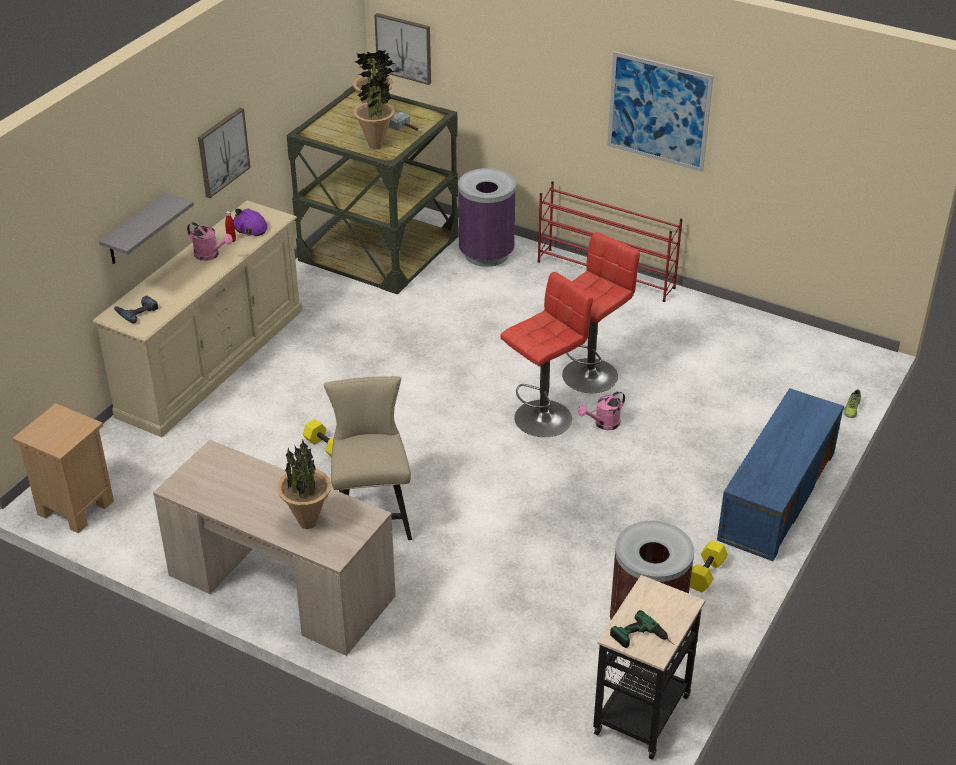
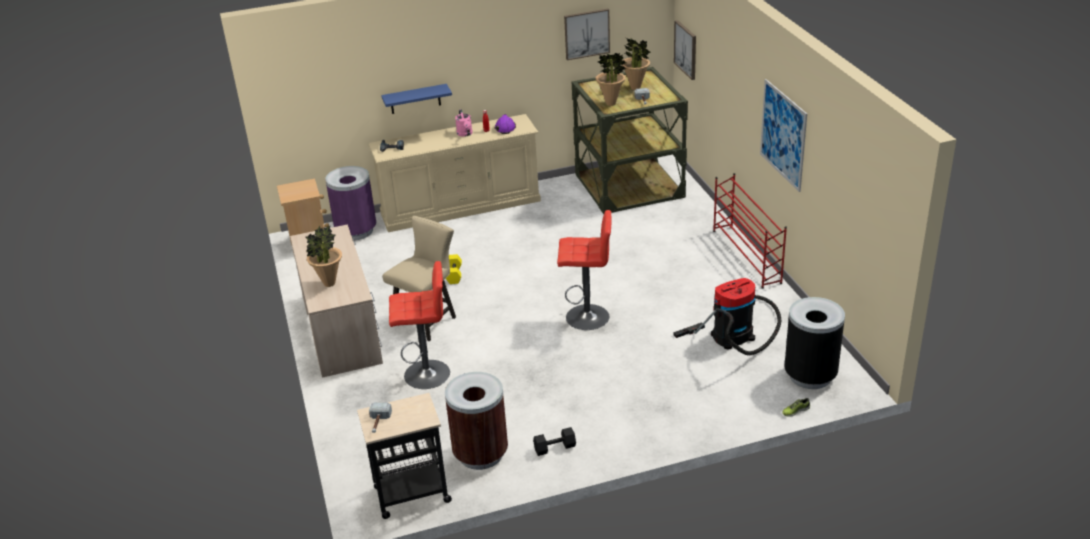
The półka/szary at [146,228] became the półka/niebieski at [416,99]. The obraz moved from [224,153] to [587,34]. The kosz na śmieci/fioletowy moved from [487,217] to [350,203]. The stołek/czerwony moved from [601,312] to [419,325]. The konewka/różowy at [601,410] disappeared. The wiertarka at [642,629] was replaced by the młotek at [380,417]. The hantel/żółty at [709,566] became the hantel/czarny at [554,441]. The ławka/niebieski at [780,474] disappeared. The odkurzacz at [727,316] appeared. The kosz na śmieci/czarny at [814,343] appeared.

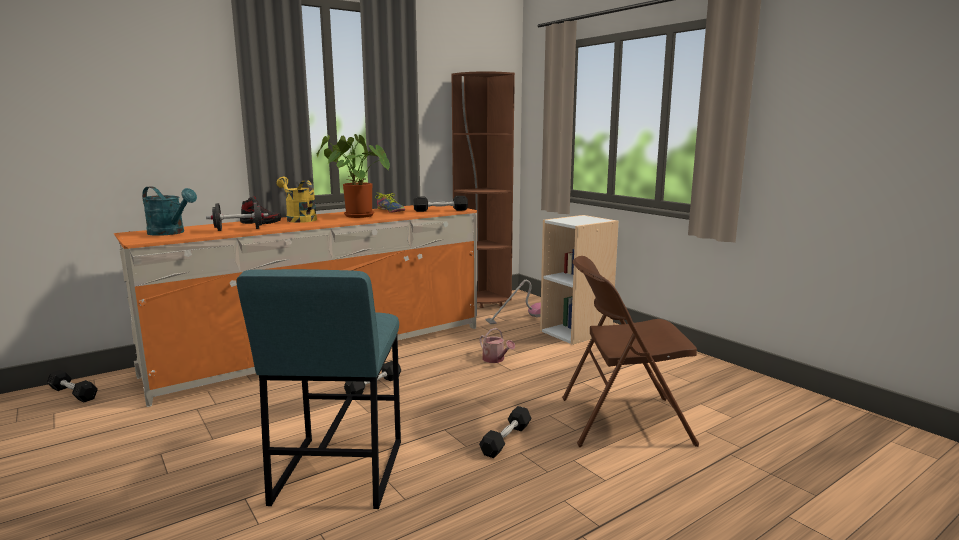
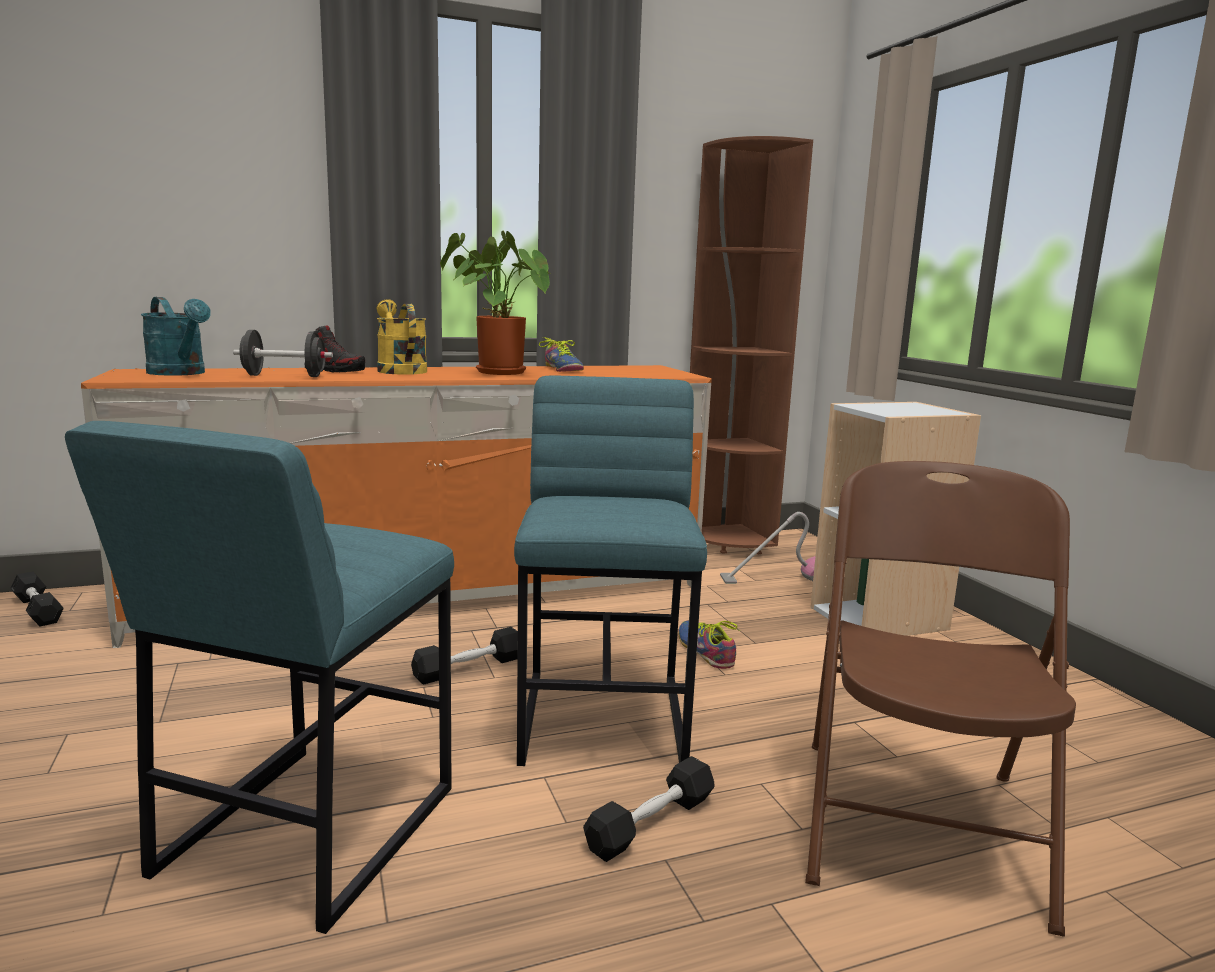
The hantel/czarny at [440,204] disappeared. The konewka at [497,345] was replaced by the but at [709,644]. The krzesło/brązowy at [630,351] turned 90 degrees clockwise. The stołek/niebieski at [610,571] appeared.

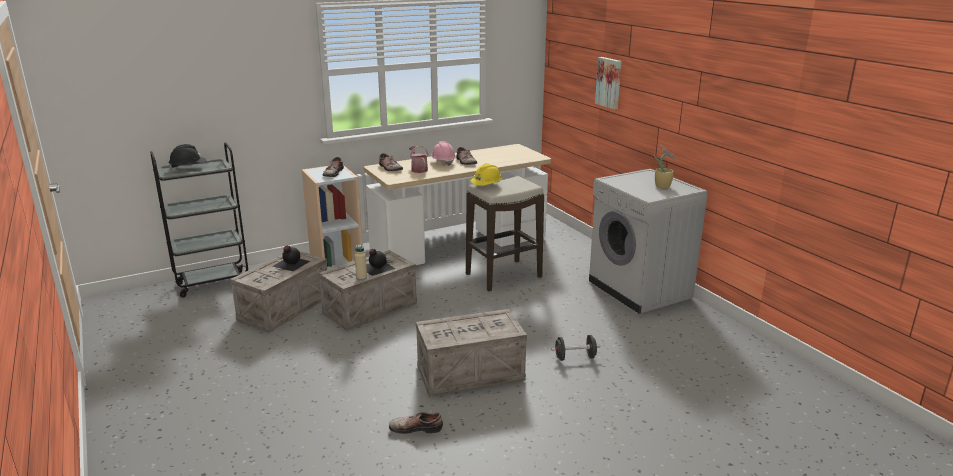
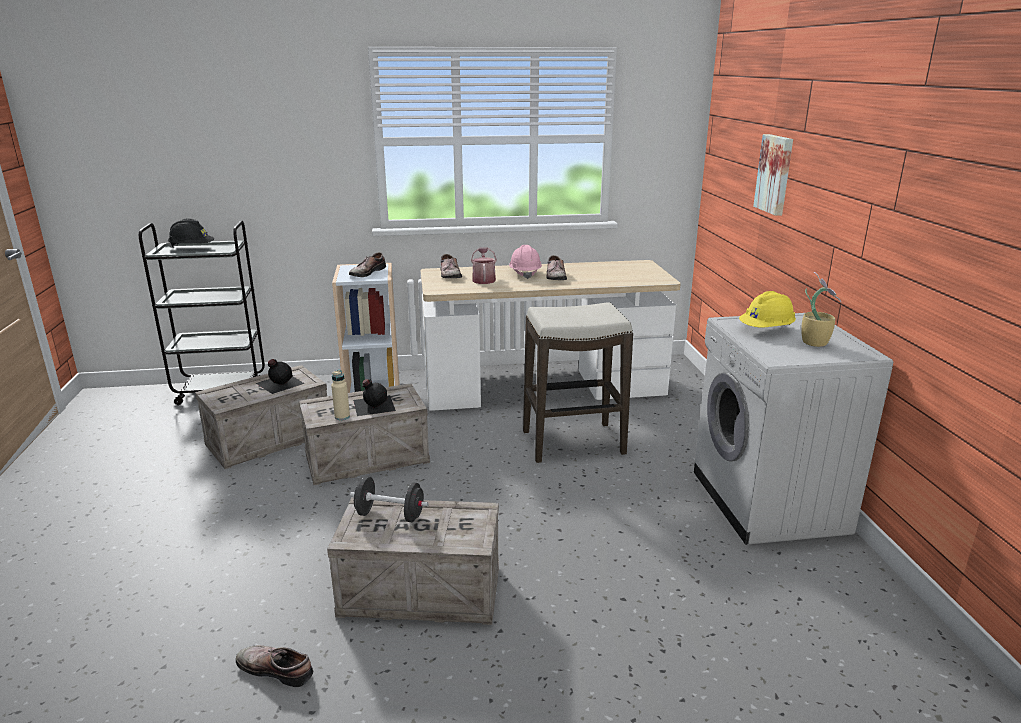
The kask/żółty moved from [486,174] to [767,309]. The hantel/czarny moved from [575,348] to [389,499].

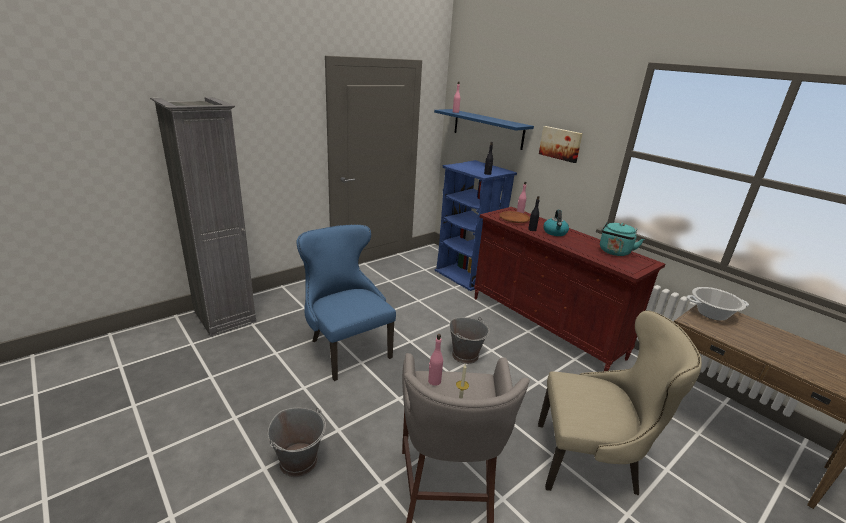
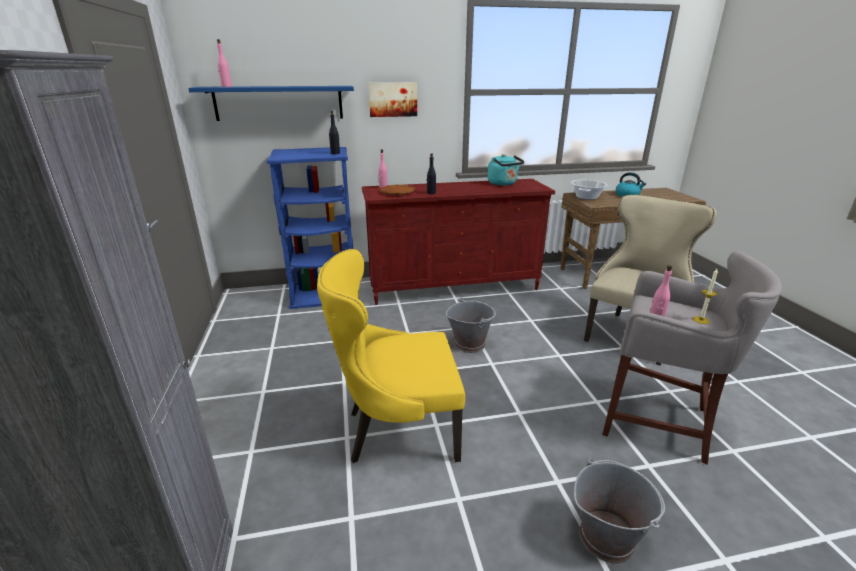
The krzesło/niebieski at [346,303] became the krzesło/żółty at [391,356]. The czajnik moved from [556,223] to [631,184].

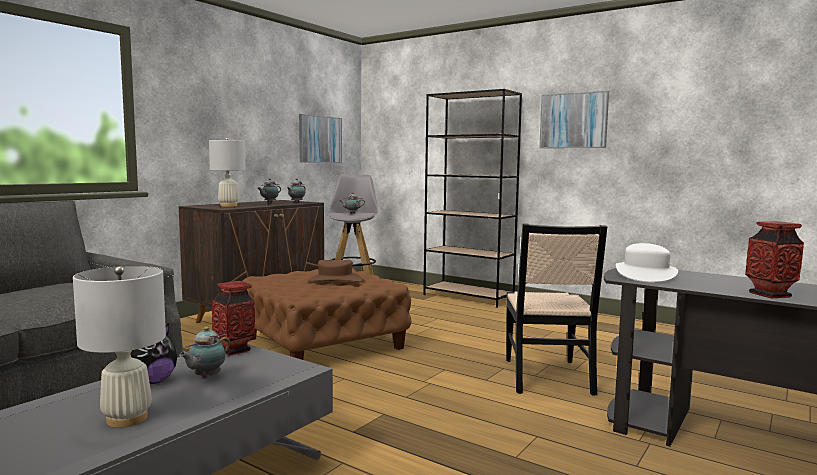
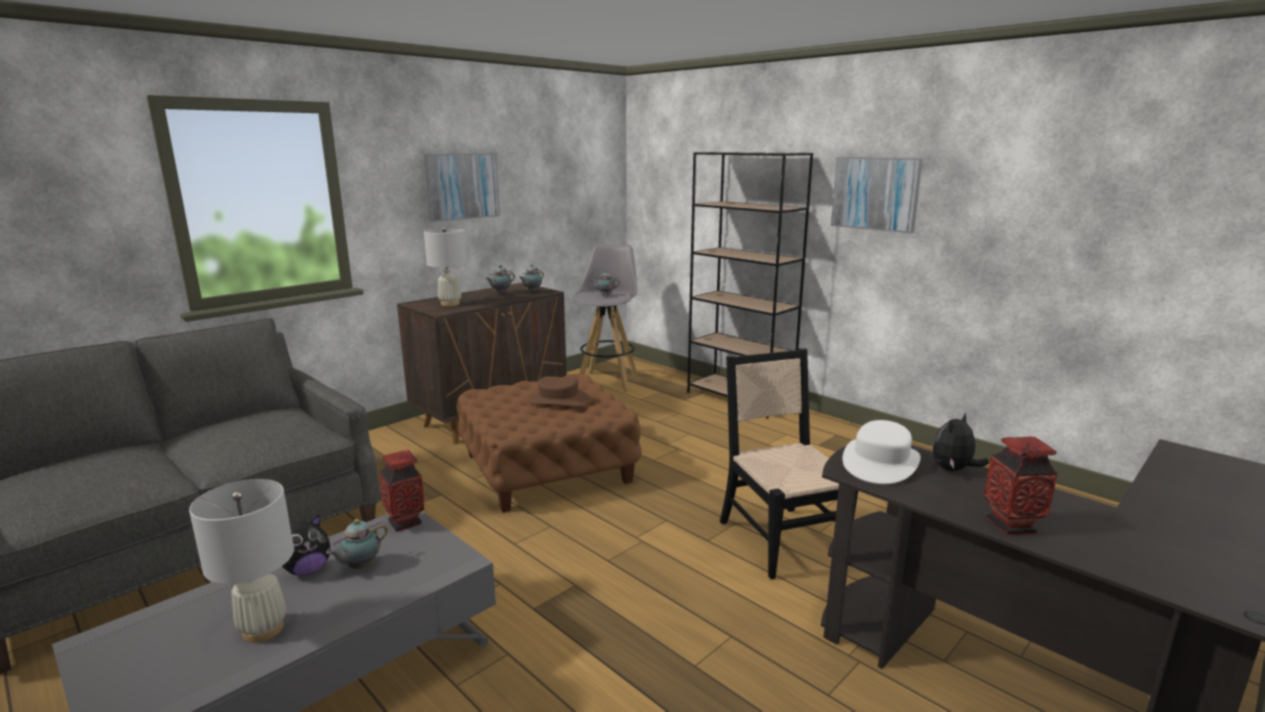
The obraz moved from [320,138] to [462,187]. The krzesło at [556,310] turned 150 degrees clockwise. The pluszak at [961,442] appeared.

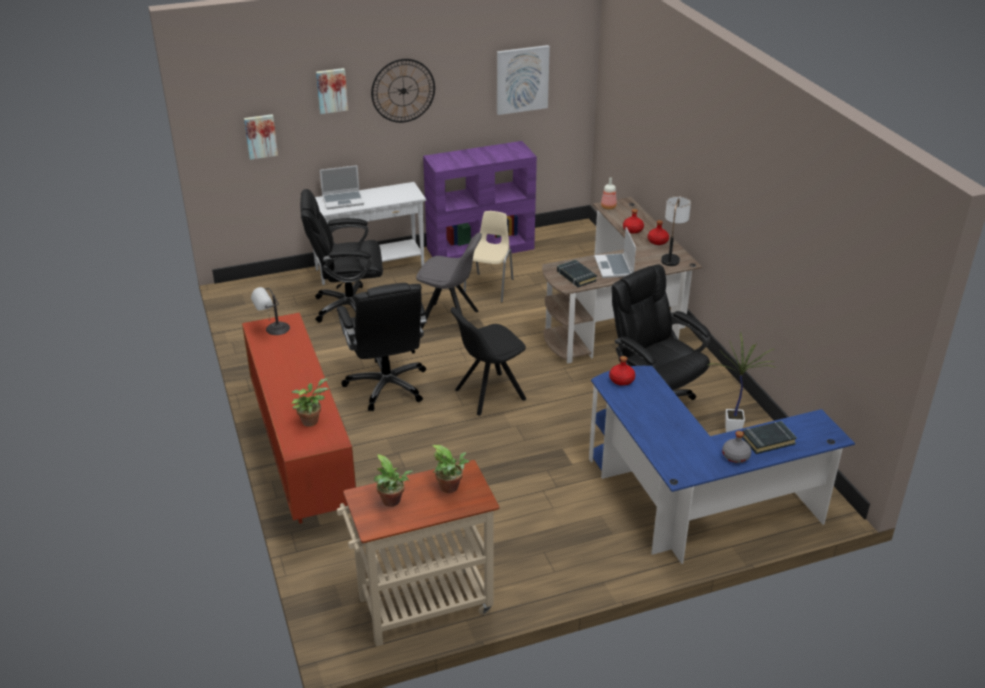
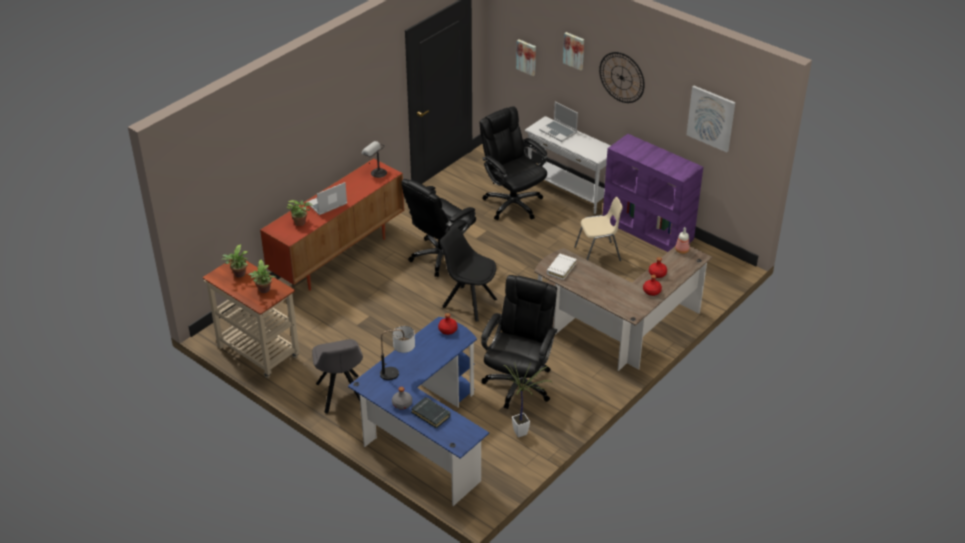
The krzesło/szary moved from [449,280] to [337,376]. The książka/czarny at [577,273] became the książka/biały at [562,267]. The laptop moved from [615,252] to [326,198]. The lampa stołowa moved from [676,231] to [397,353].

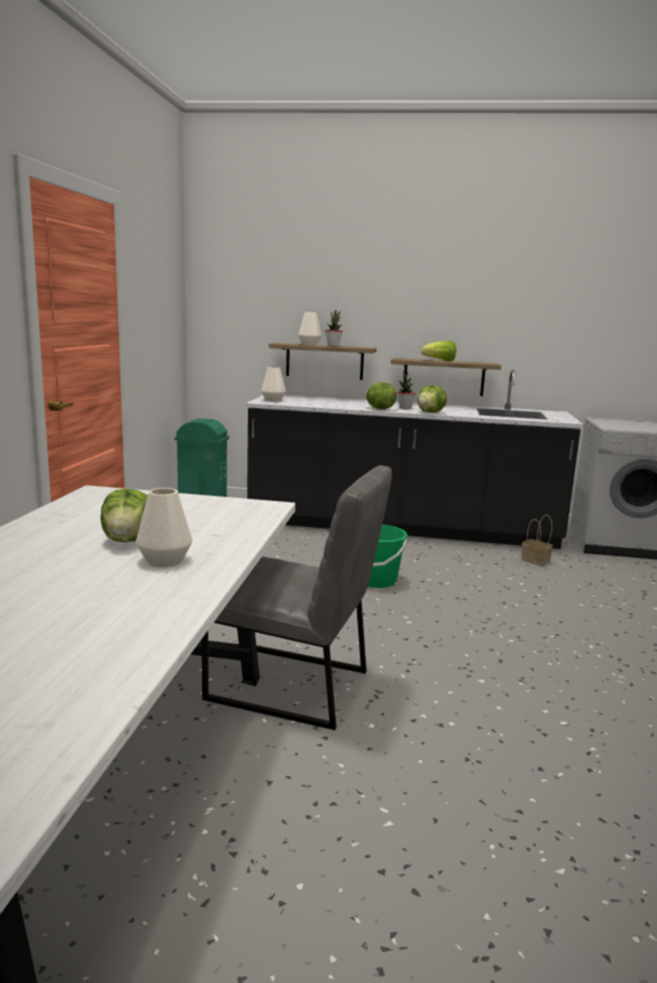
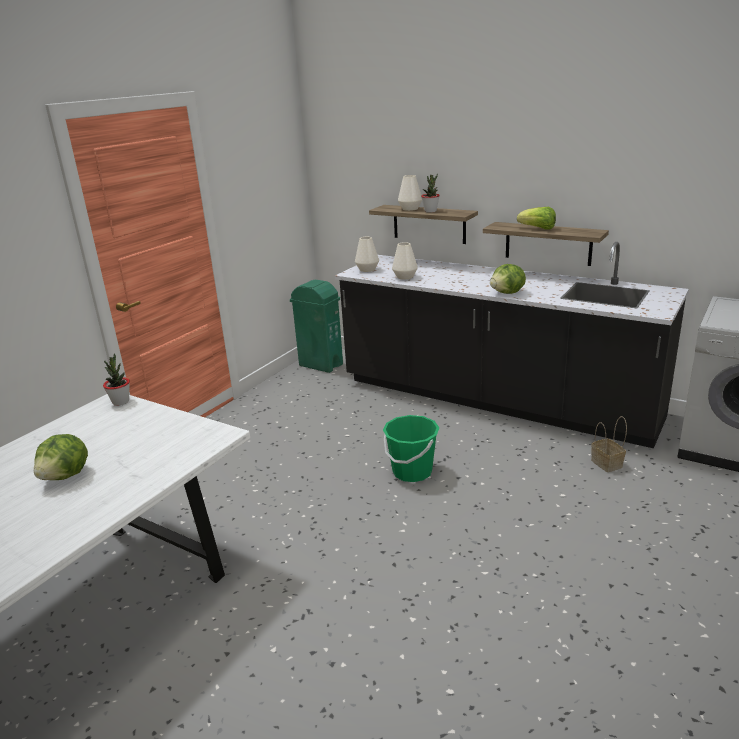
The wazon/biały moved from [164,527] to [405,260]. The krzesło/szary at [297,597] disappeared. The sałata at [381,395] disappeared. The roślina doniczkowa moved from [406,390] to [116,379].

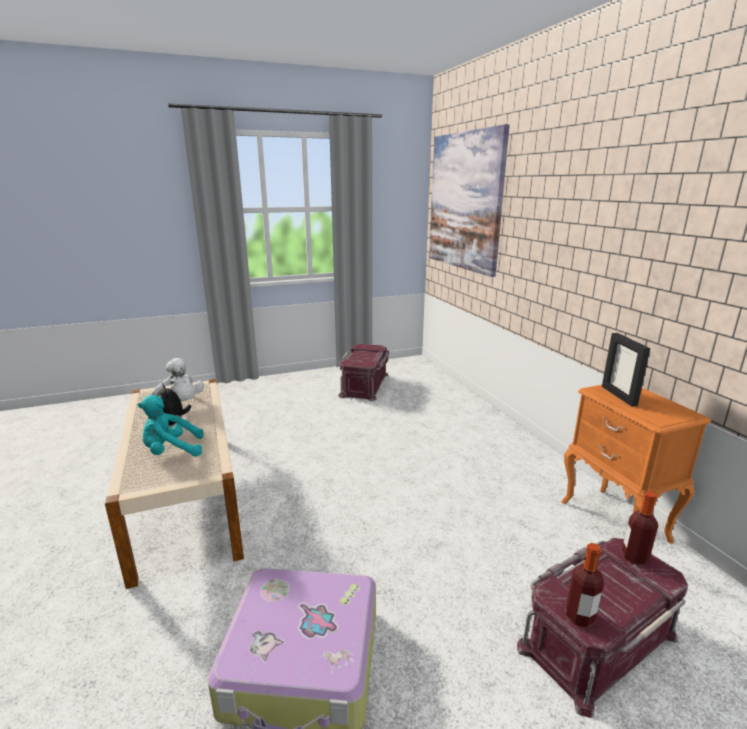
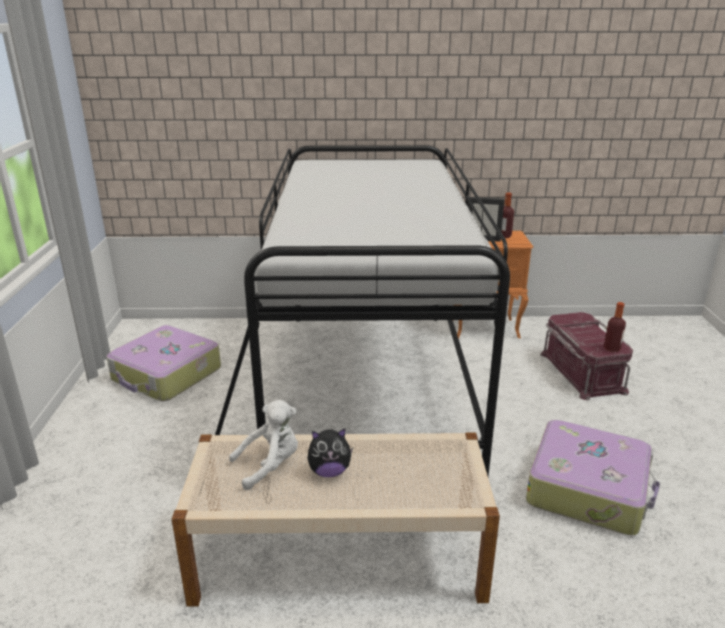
The pluszak/turkusowy at [171,425] disappeared. The pojemnik do przechowywania/czerwony at [363,372] was replaced by the walizka at [163,363]. The obraz at [469,200] disappeared. The butelka moved from [640,528] to [507,215]. The łóżko/czarny at [354,324] appeared.

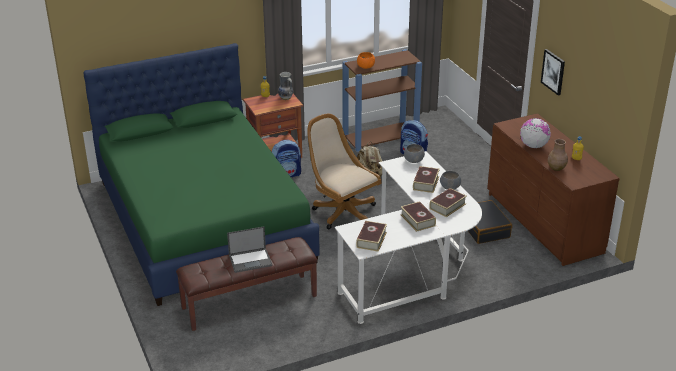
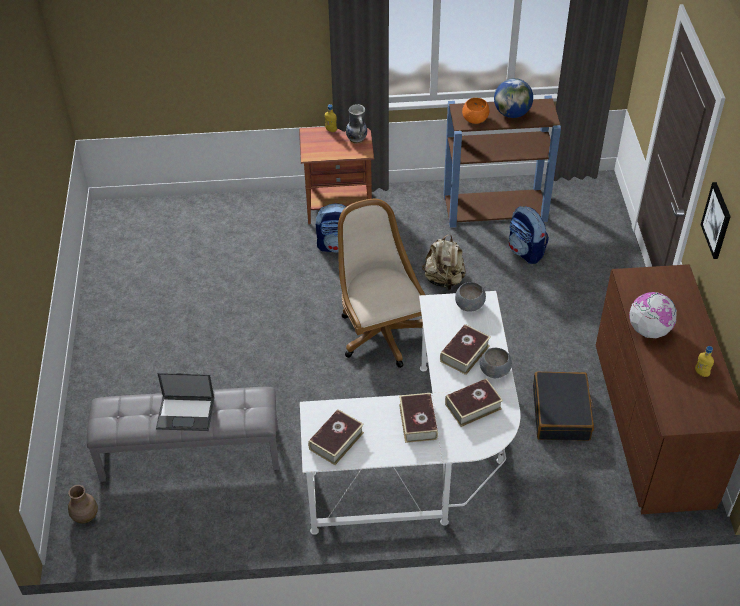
The łóżko/zielony at [201,174] disappeared. The ławka/brązowy at [247,284] became the ławka/szary at [183,434]. The wazon/brązowy moved from [558,155] to [83,504]. The globus at [513,98] appeared.

